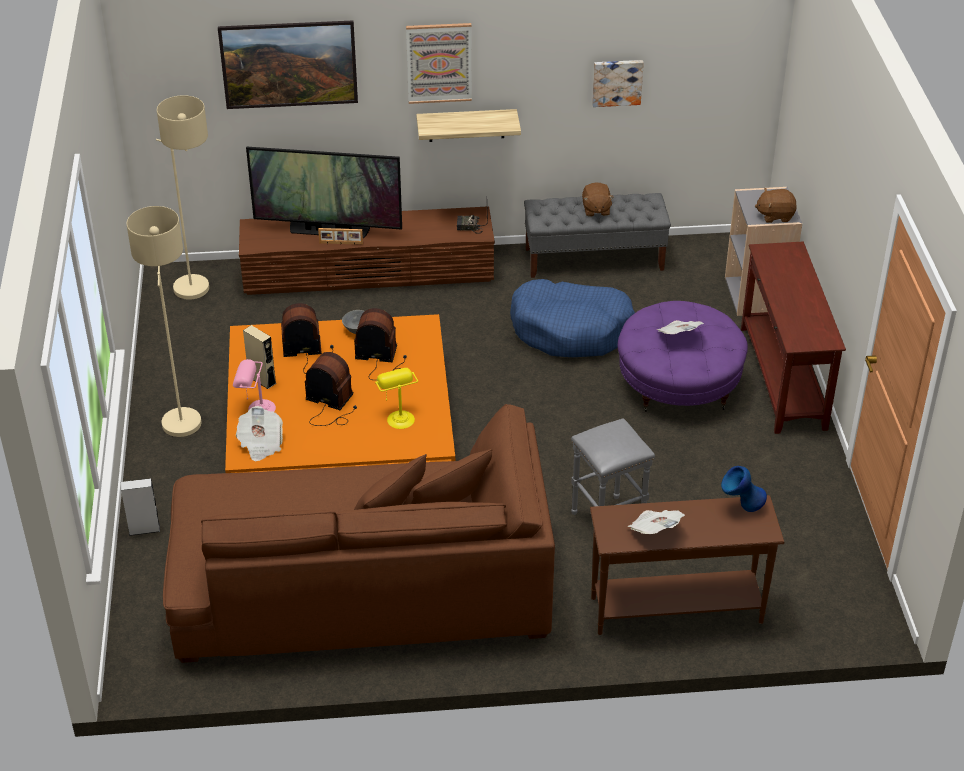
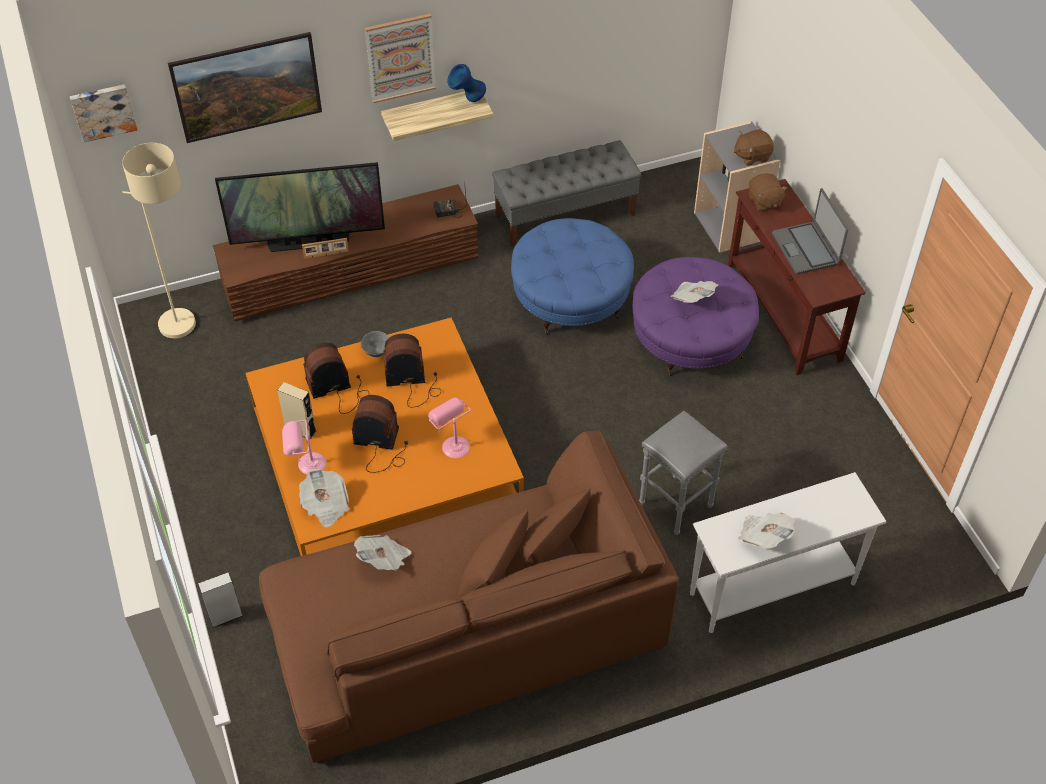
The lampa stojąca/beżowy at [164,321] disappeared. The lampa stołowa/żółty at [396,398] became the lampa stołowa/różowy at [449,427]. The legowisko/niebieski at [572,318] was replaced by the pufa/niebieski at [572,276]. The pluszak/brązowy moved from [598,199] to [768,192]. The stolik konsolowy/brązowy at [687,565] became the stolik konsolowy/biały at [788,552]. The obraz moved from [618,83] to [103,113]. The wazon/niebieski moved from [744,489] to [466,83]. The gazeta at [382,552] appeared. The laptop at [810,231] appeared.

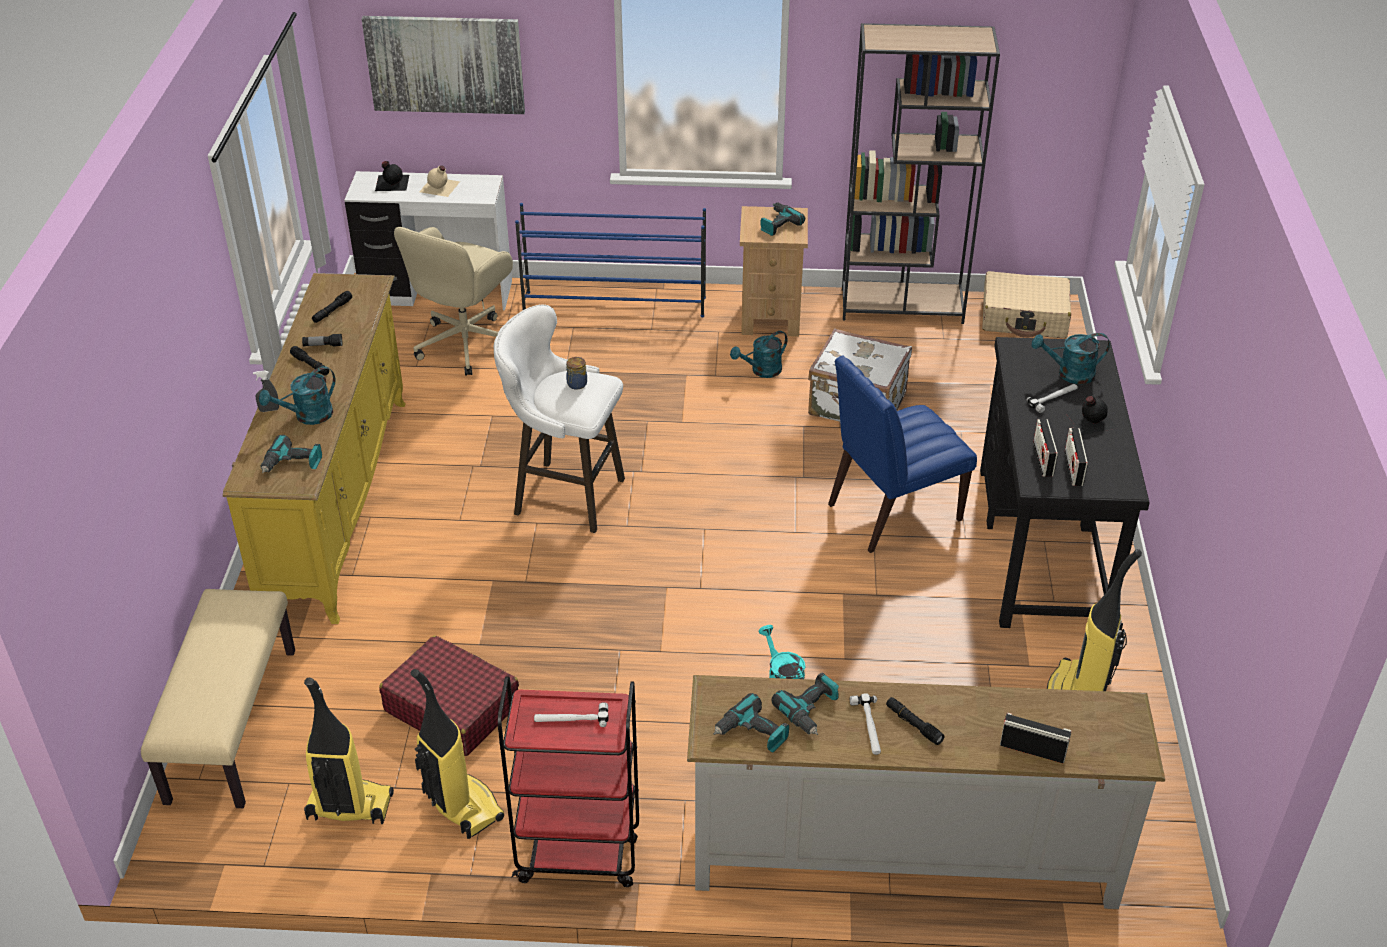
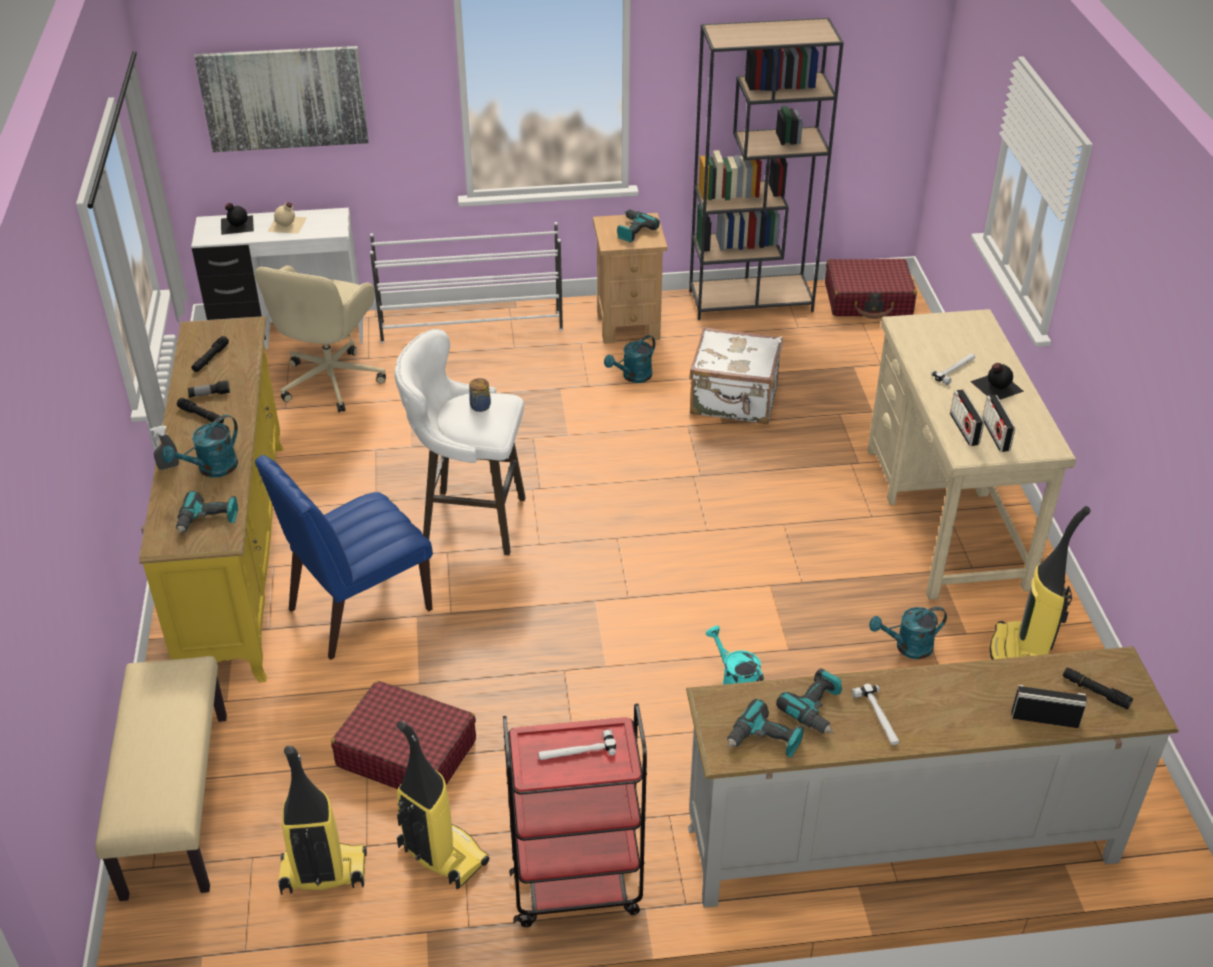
The regał na buty/niebieski at [610,260] became the regał na buty/biały at [466,282]. The krzesło/niebieski moved from [902,454] to [344,557]. The latarka/czarny moved from [915,721] to [1098,688]. The biurko/czarny at [1065,482] became the biurko/beżowy at [972,454]. The walizka/beżowy at [1026,305] became the walizka/czerwony at [871,289]. The konewka/turkusowy moved from [1071,358] to [908,633].

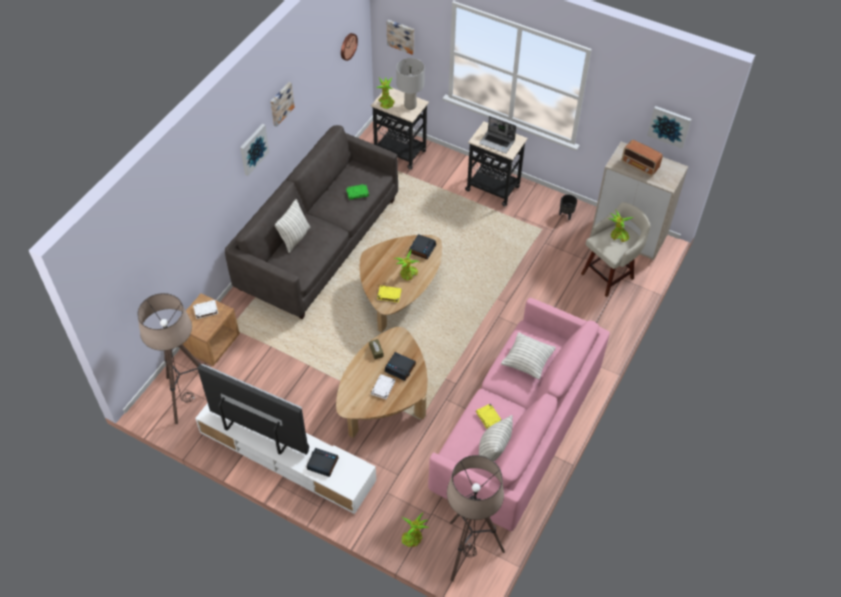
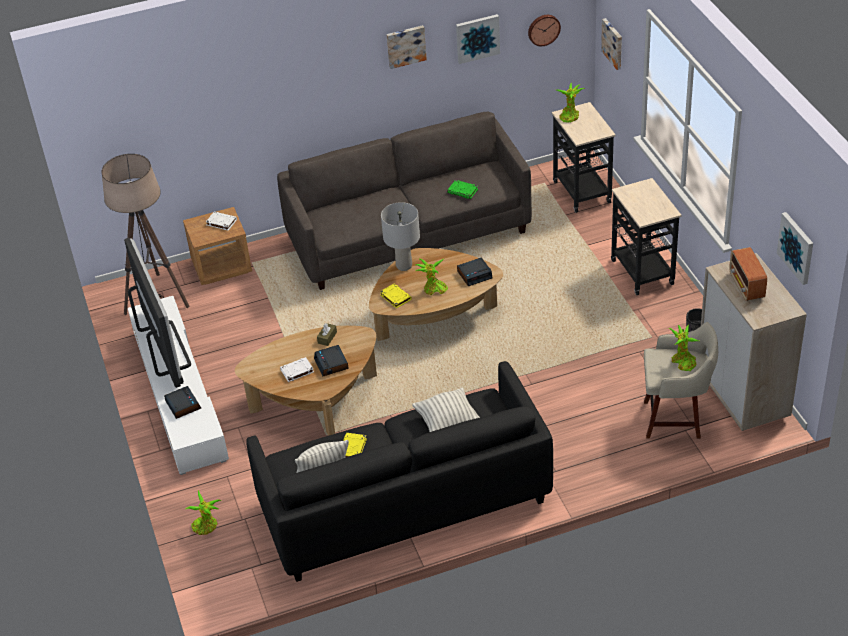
The obraz moved from [255,150] to [478,39]. The poduszka at [292,226] disappeared. The lampa stołowa/szary moved from [410,84] to [400,236]. The kanapa/różowy at [519,414] became the kanapa/czarny at [399,471]. The lampa stojąca at [476,518] disappeared. The laptop at [497,134] disappeared.

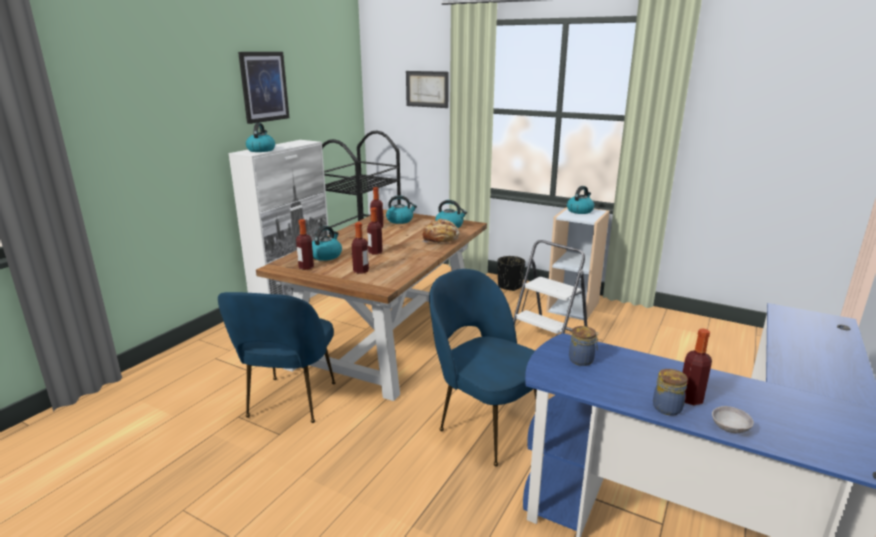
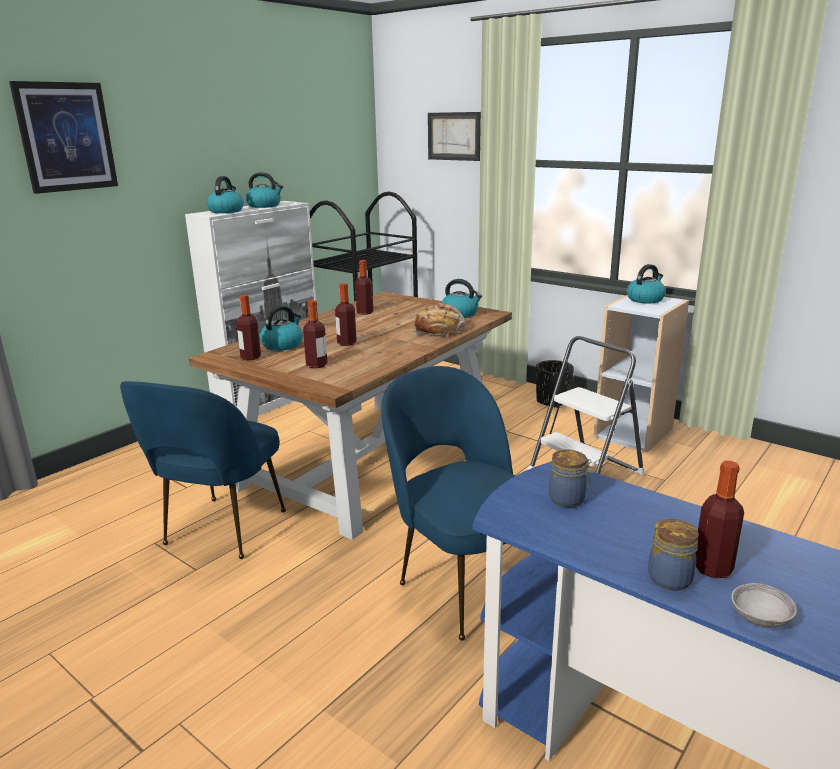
The obraz moved from [263,88] to [63,137]. The czajnik moved from [401,209] to [264,190].

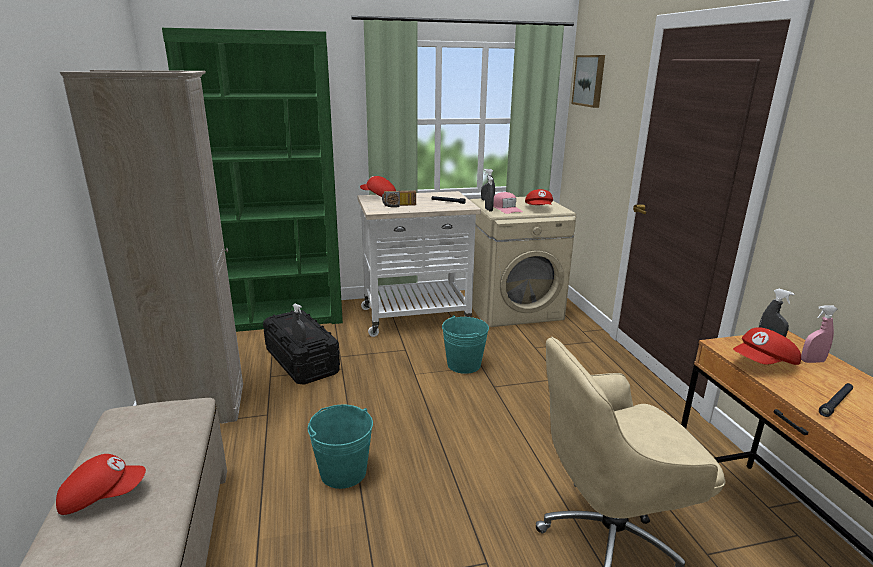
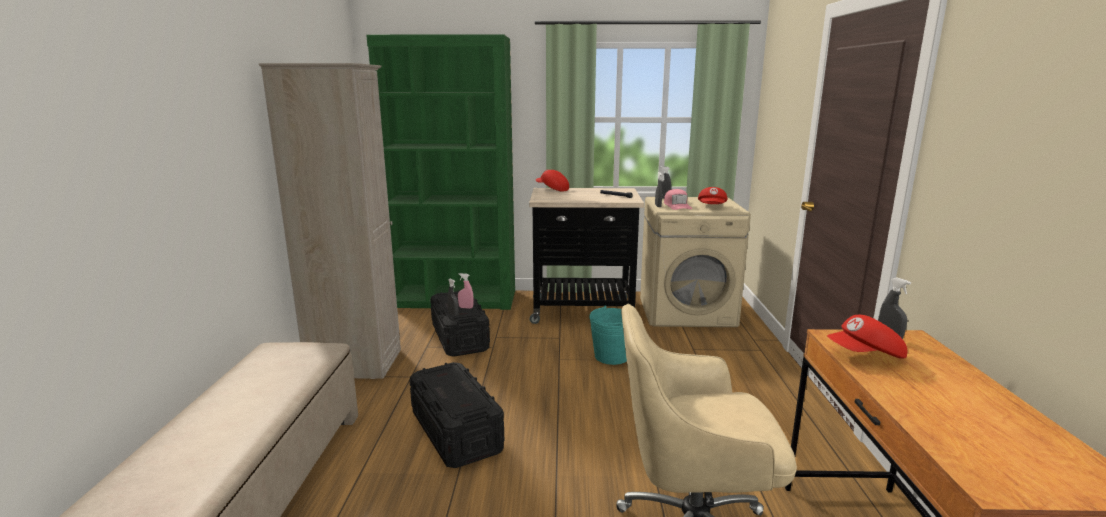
The czapka z daszkiem/czerwony at [101,484] disappeared. The wiadro/turkusowy at [340,446] was replaced by the pojemnik do przechowywania/czarny at [456,415]. The wózek/biały at [419,264] became the wózek/czarny at [586,256]. The radio at [399,199] disappeared. The obraz at [588,81] disappeared. The spryskiwacz/różowy moved from [819,334] to [466,291]. The latarka/czarny at [836,400] disappeared.

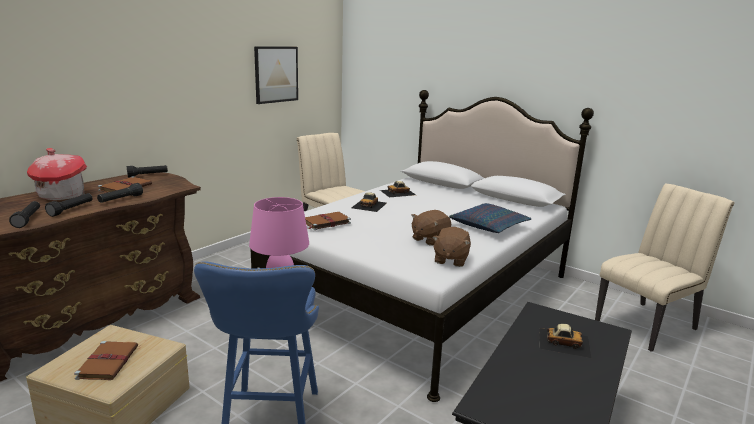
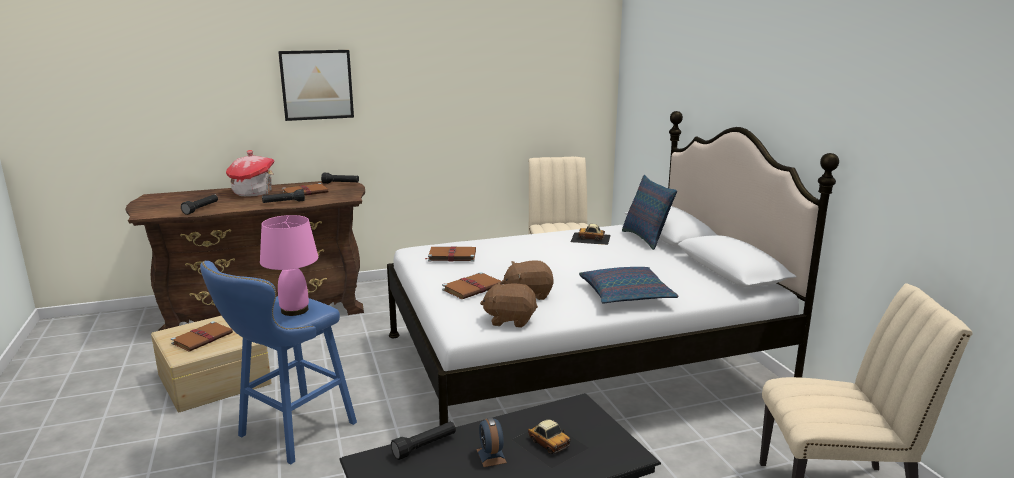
The latarka/czarny moved from [68,205] to [423,440]. The obraz moved from [276,75] to [316,85]. The samochodzik at [369,202] disappeared. The pluszak/brązowy at [451,247] turned 45 degrees clockwise. The książka/brązowy at [472,285] appeared. The budzik at [492,442] appeared. The poduszka/niebieski at [649,212] appeared.

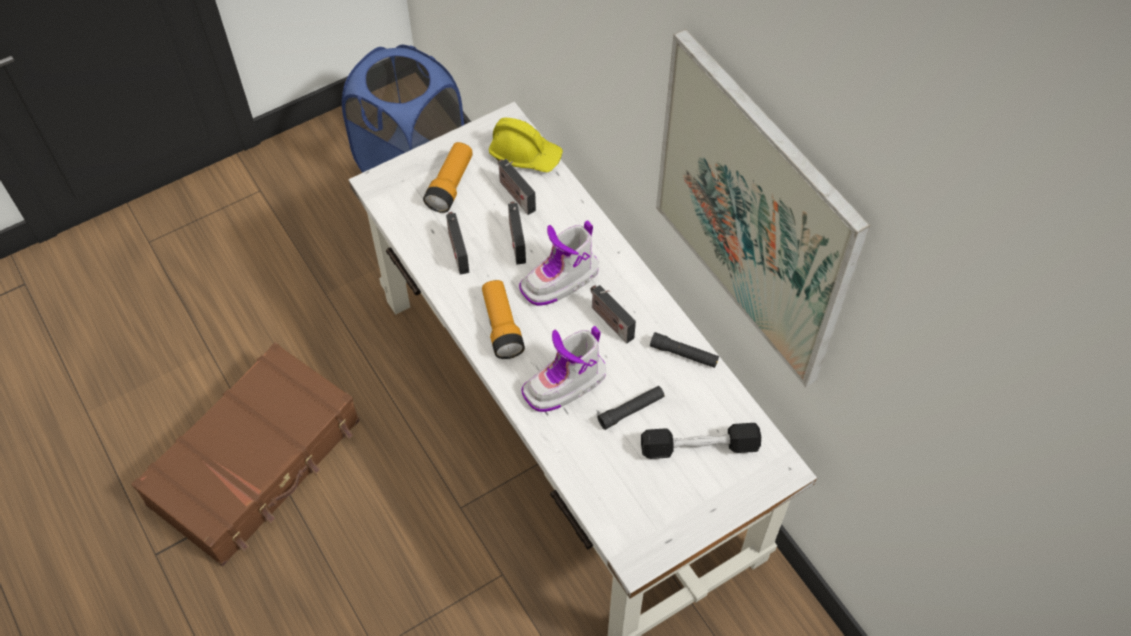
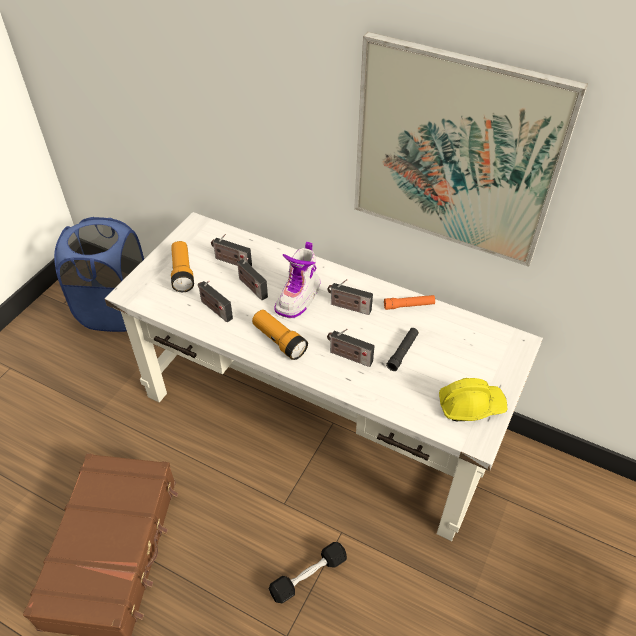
The kask/żółty moved from [526,145] to [473,399]. The but z cholewką at [563,369] was replaced by the radio at [351,347]. The hantel/czarny moved from [701,441] to [308,572]. The latarka/czarny at [684,350] became the latarka/pomarańczowy at [409,302].

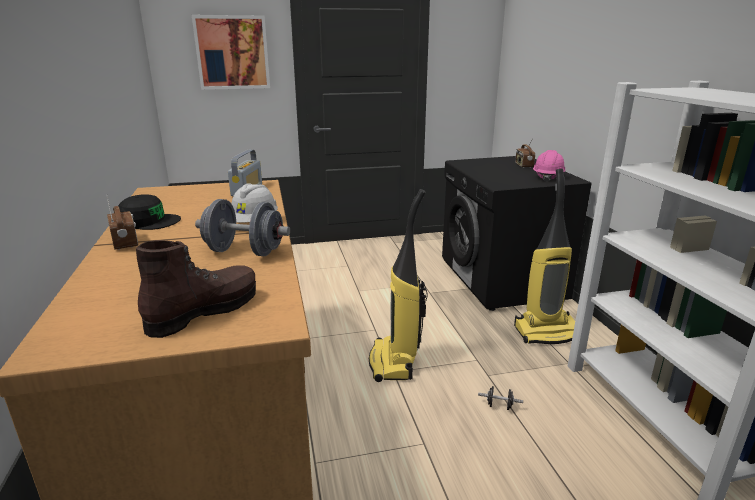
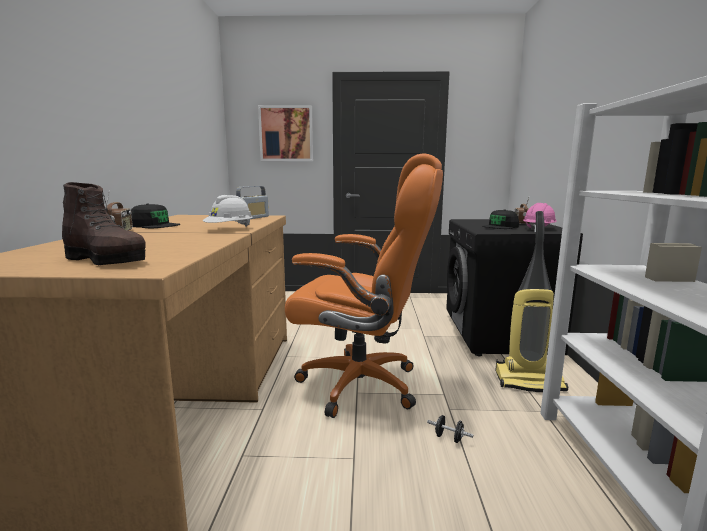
The but z cholewką/brązowy at [196,289] turned 60 degrees clockwise. The hantel/szary at [242,227] disappeared. The odkurzacz at [398,285] was replaced by the krzesło biurowe/pomarańczowy at [364,286]. The czapka z daszkiem/czarny at [500,219] appeared.

